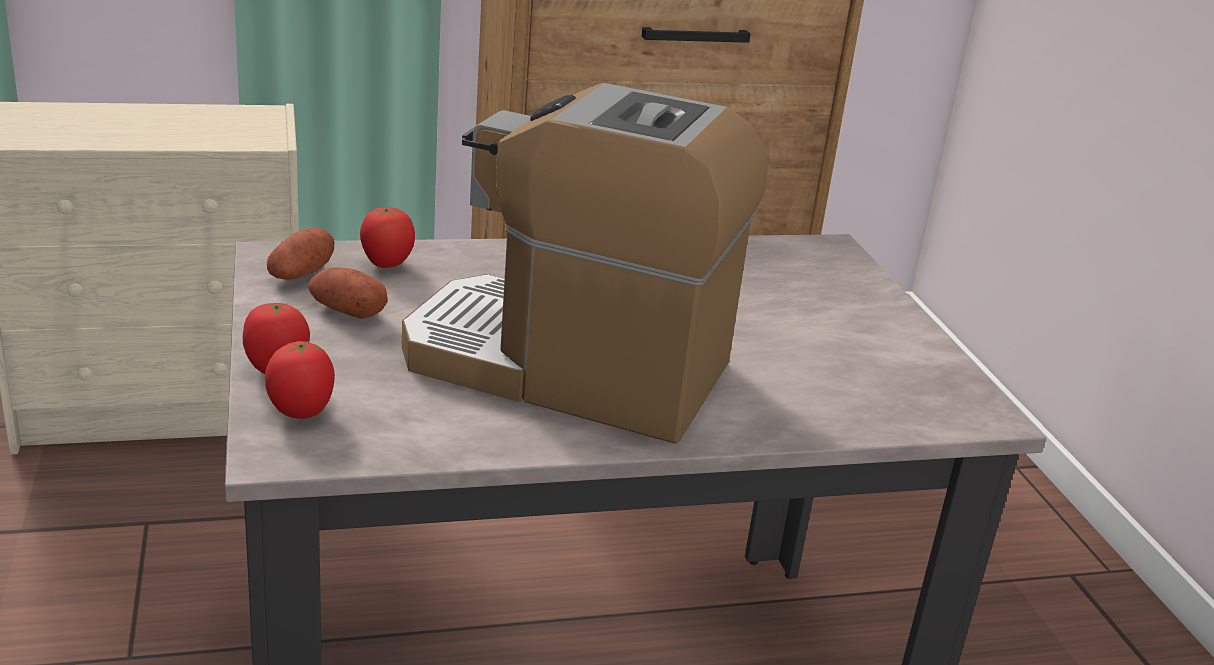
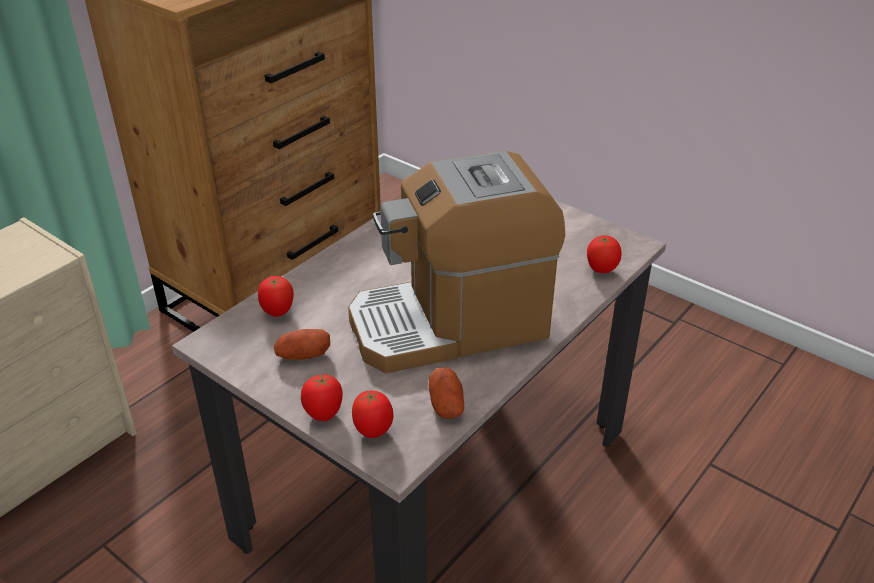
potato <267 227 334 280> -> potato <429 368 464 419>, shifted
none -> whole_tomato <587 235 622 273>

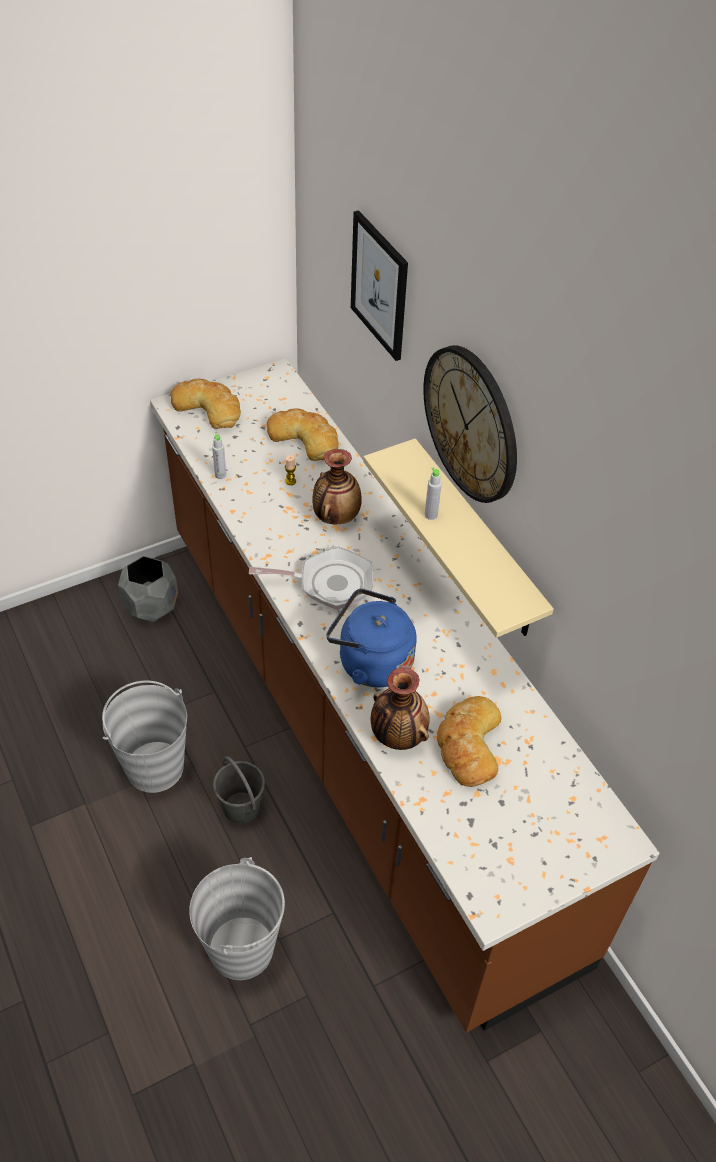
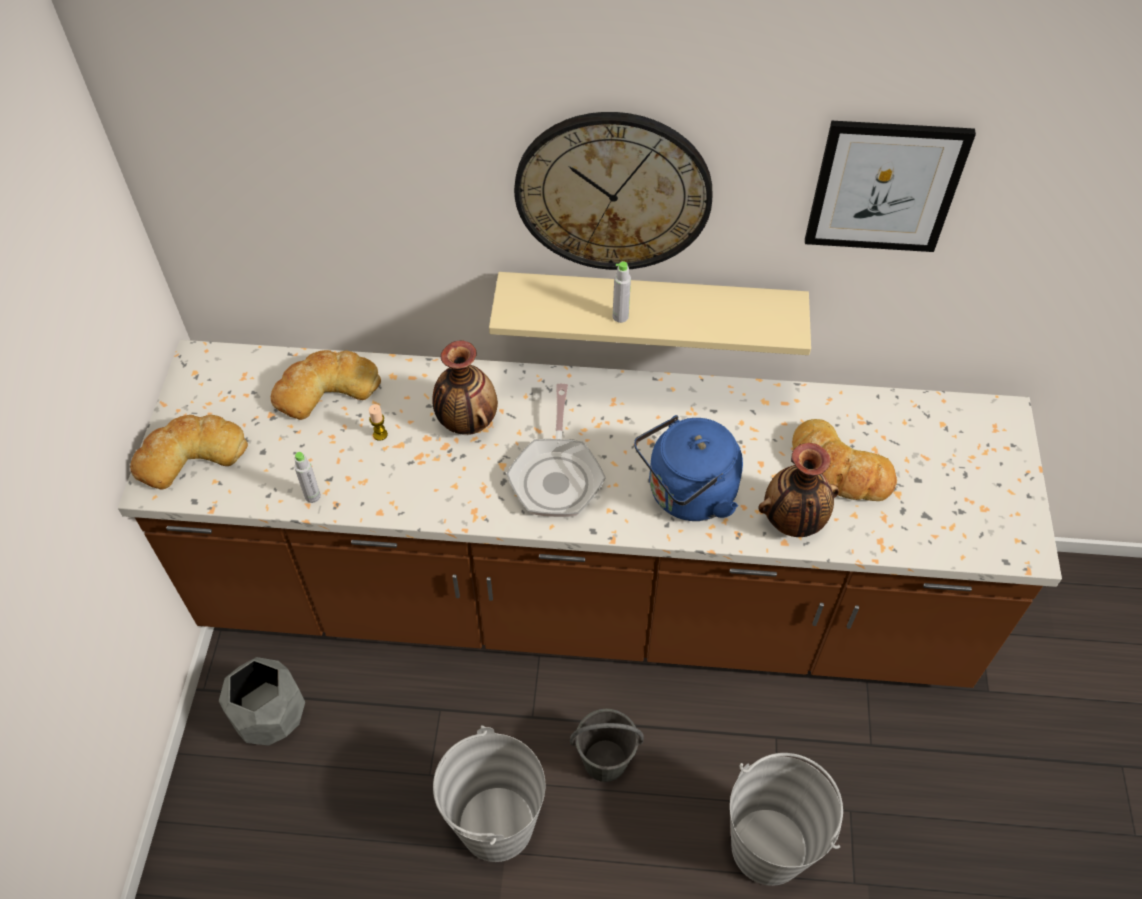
frying_pan <249 547 373 610> -> frying_pan <506 384 606 517>, 150 degrees clockwise
picture <351 210 408 361> -> picture <805 121 976 252>, shifted

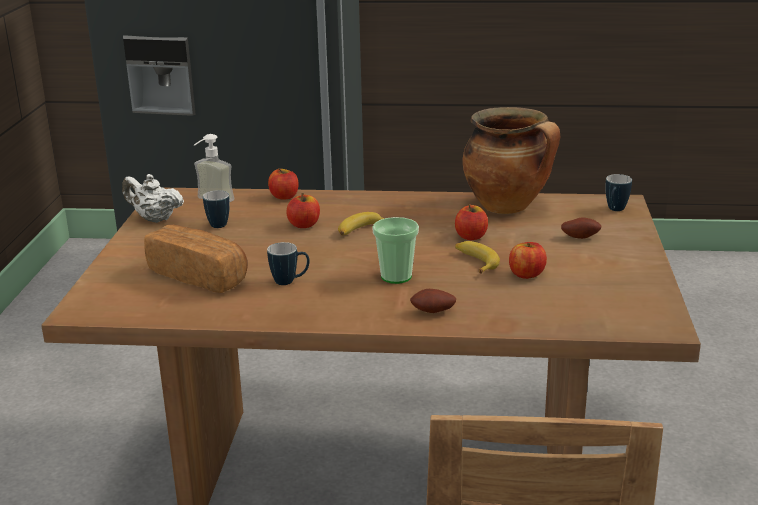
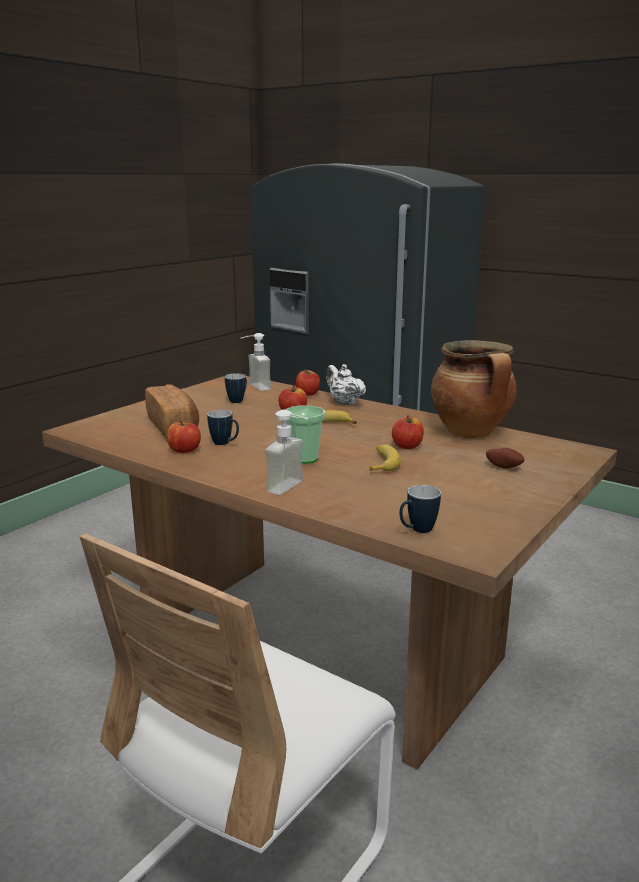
apple_fruit <509 242 547 279> -> apple_fruit <167 421 201 453>, shifted
potato <410 289 456 313> -> soap_dispenser <265 410 308 495>
whitish_teapot <122 174 184 223> -> whitish_teapot <326 364 366 405>, shifted
tea_mug <606 174 632 211> -> tea_mug <399 485 441 533>, shifted

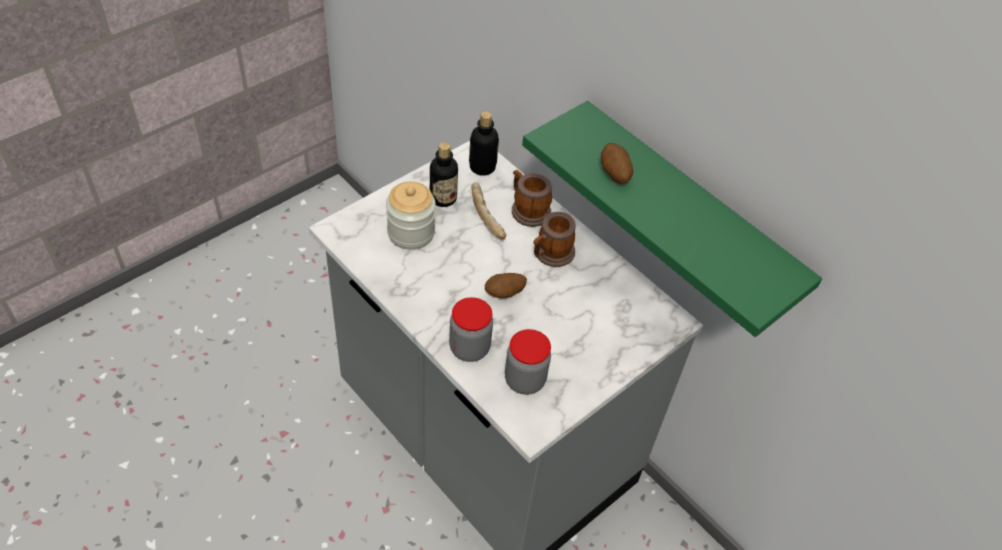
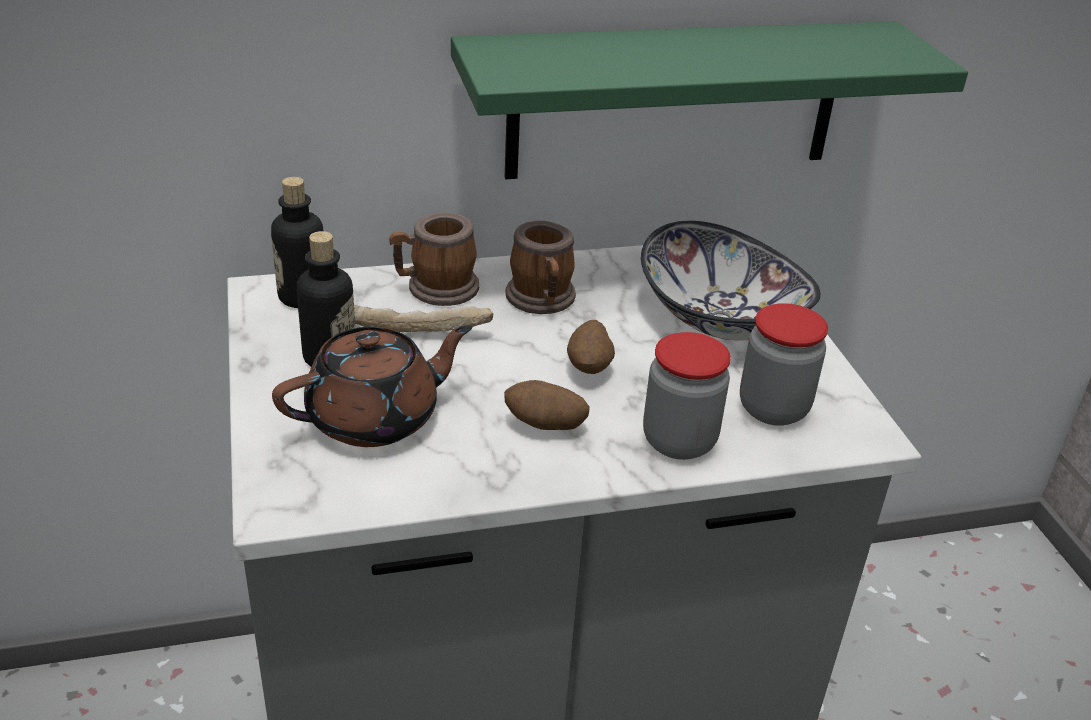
jar <386 182 436 250> -> brownish_teapot <272 325 473 447>
potato <601 143 633 184> -> potato <504 380 590 430>, shifted
none -> bowl <641 221 821 340>

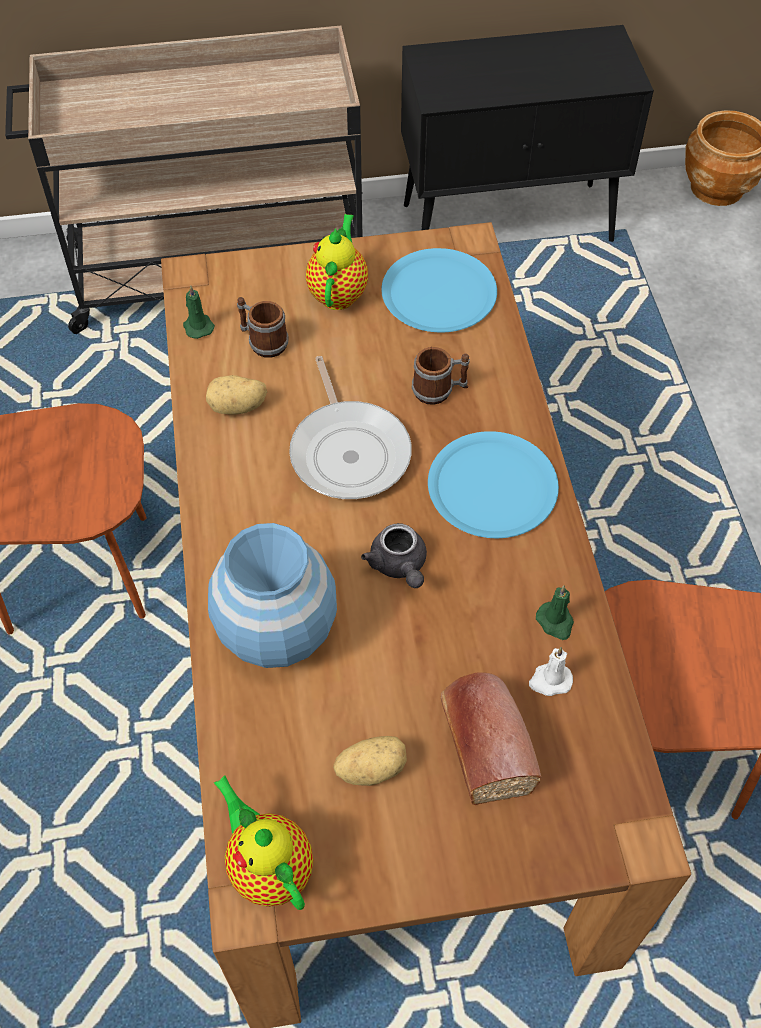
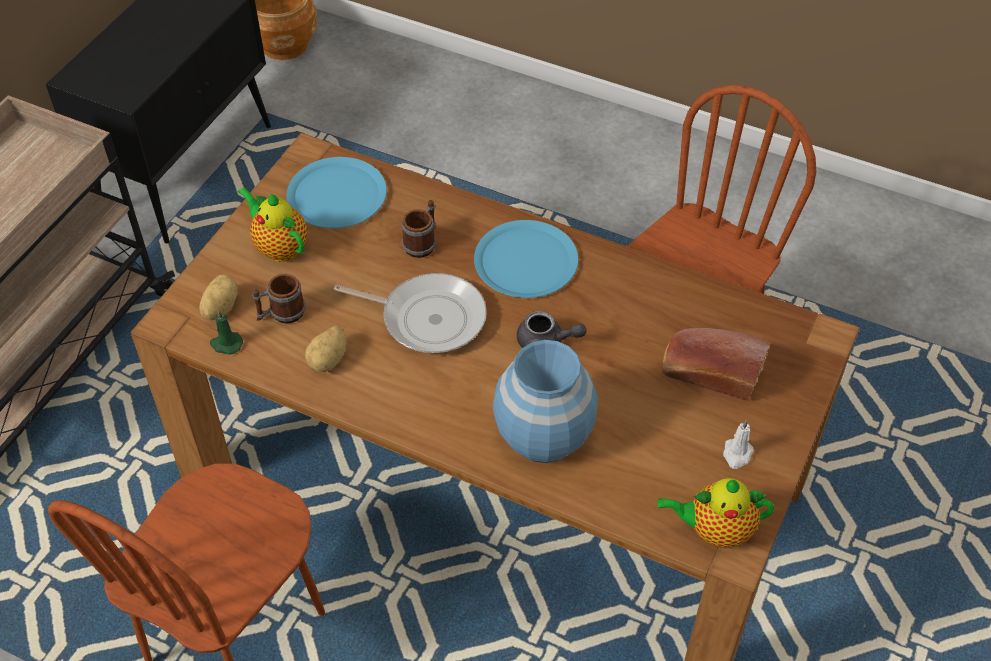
potato <333 736 407 786> -> potato <199 274 238 320>, shifted
whitish_candle <529 647 573 696> -> whitish_candle <723 420 754 469>, shifted
green_candle <536 585 574 640> -> none

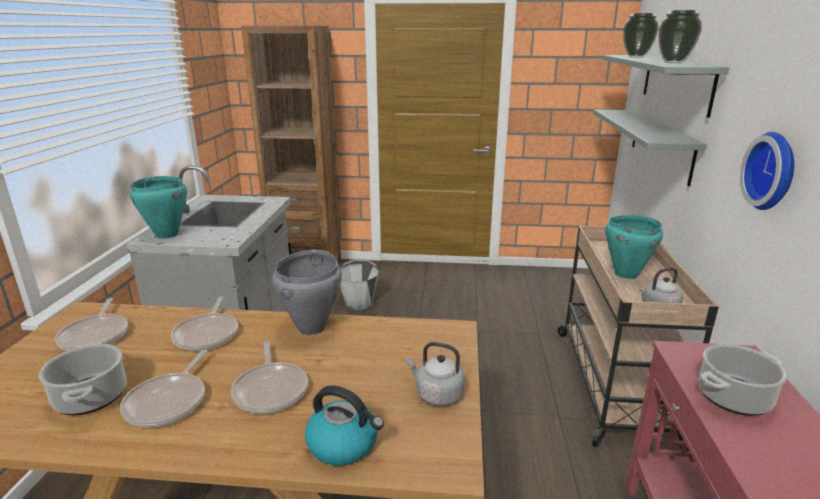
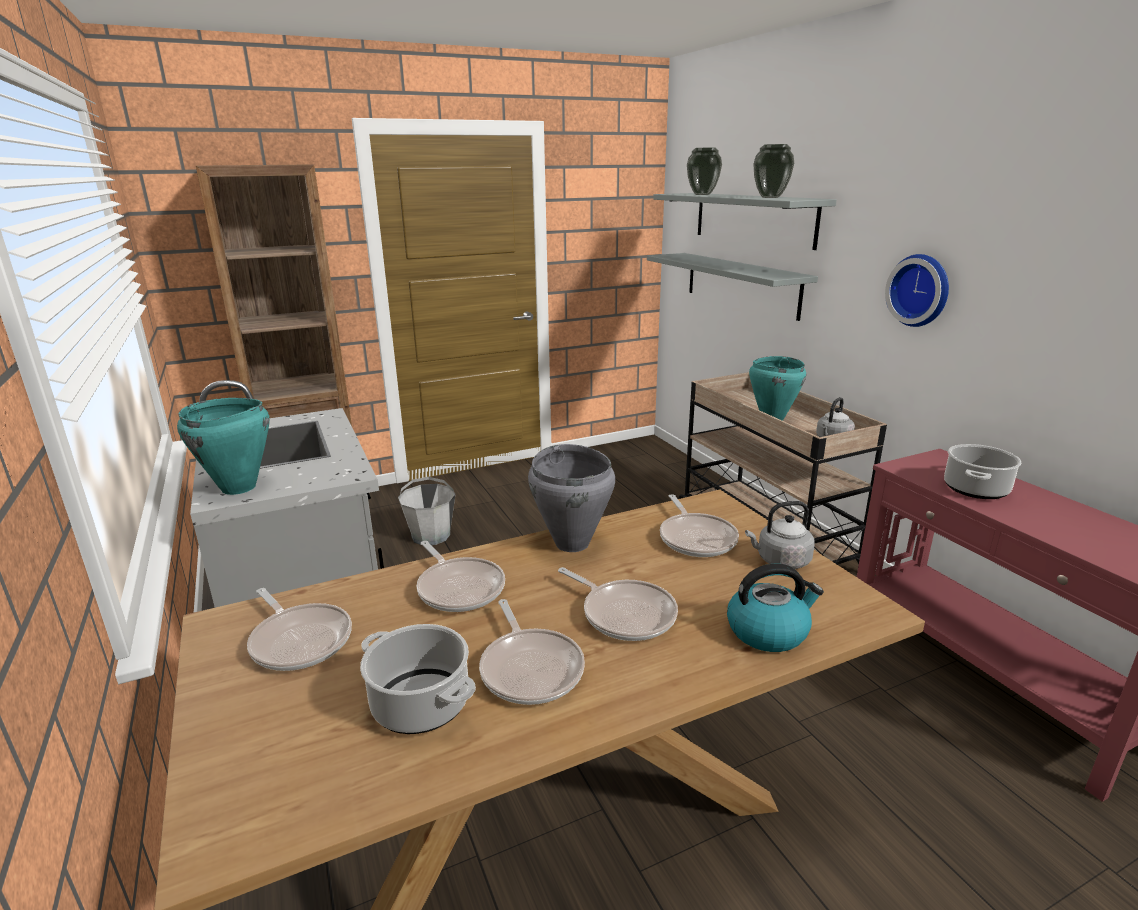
none -> frying_pan <660 494 739 557>

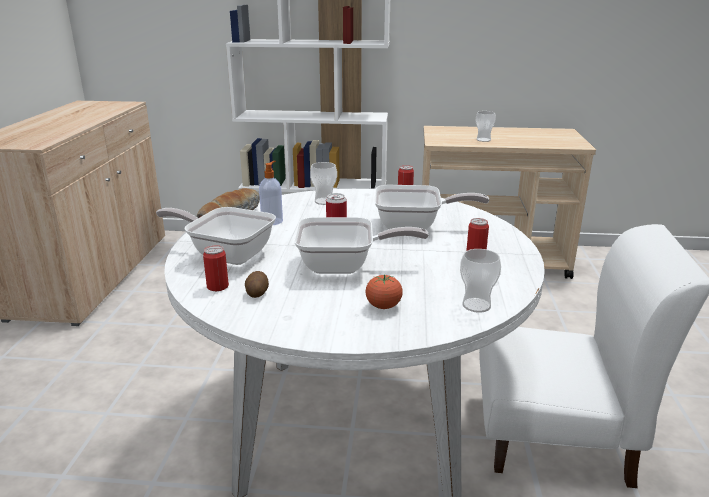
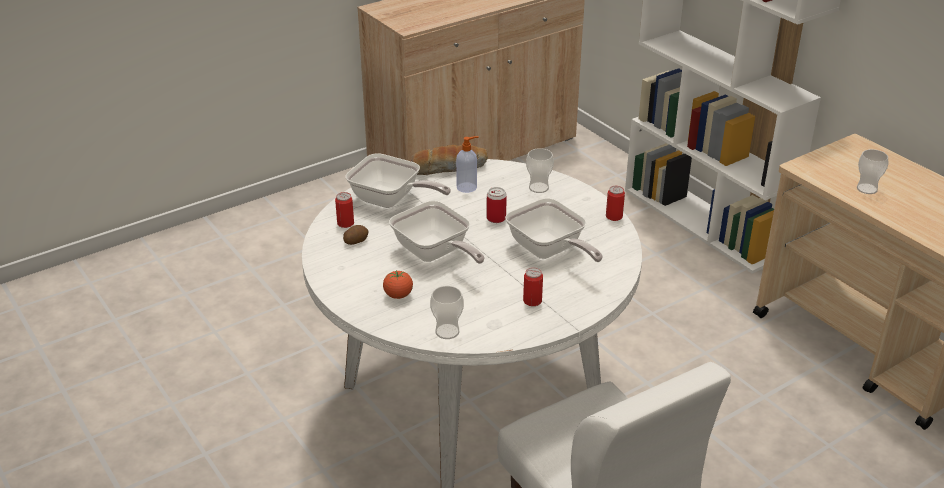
frying_pan <156 207 276 265> -> frying_pan <346 153 451 208>, 135 degrees clockwise

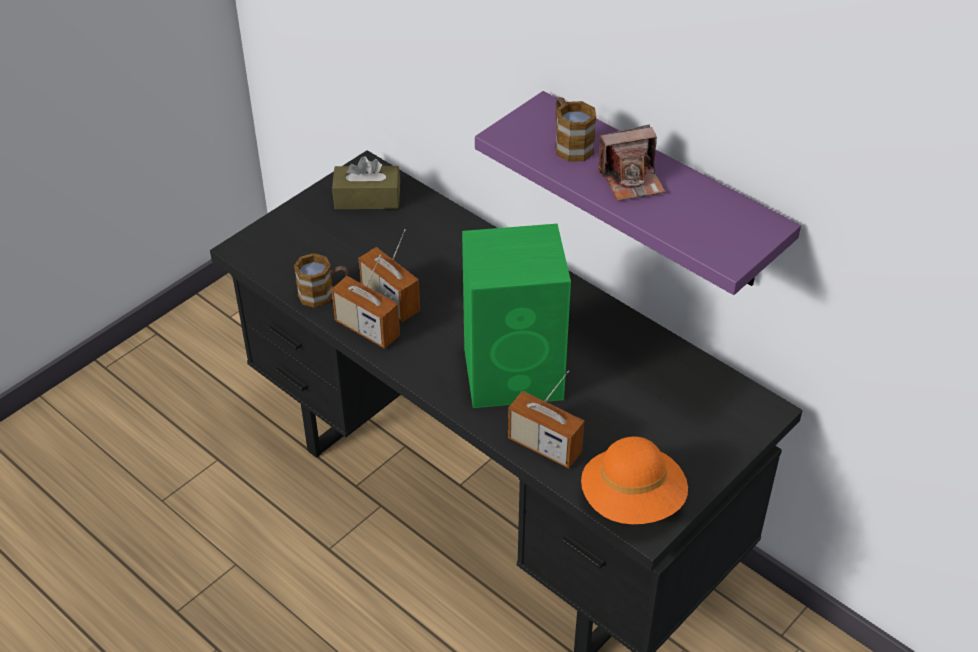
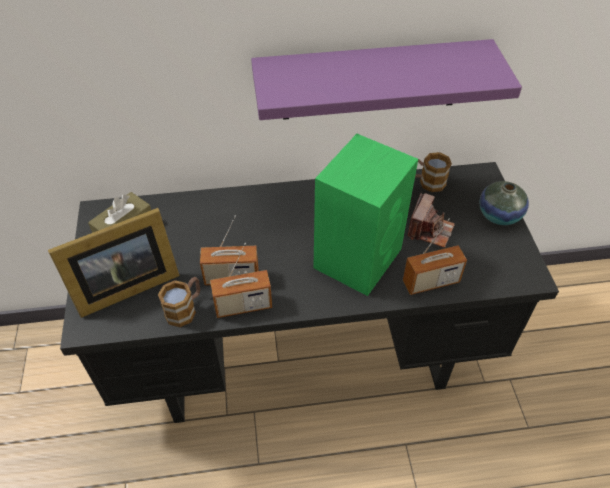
none -> picture_frame <48 208 180 318>
still_camera <598 125 665 201> -> still_camera <408 193 455 248>, shifted
tea_mug <555 97 596 162> -> tea_mug <415 152 452 192>, shifted
none -> decorative_vase <479 181 529 225>
orange_clothing_hat <581 437 688 524> -> none

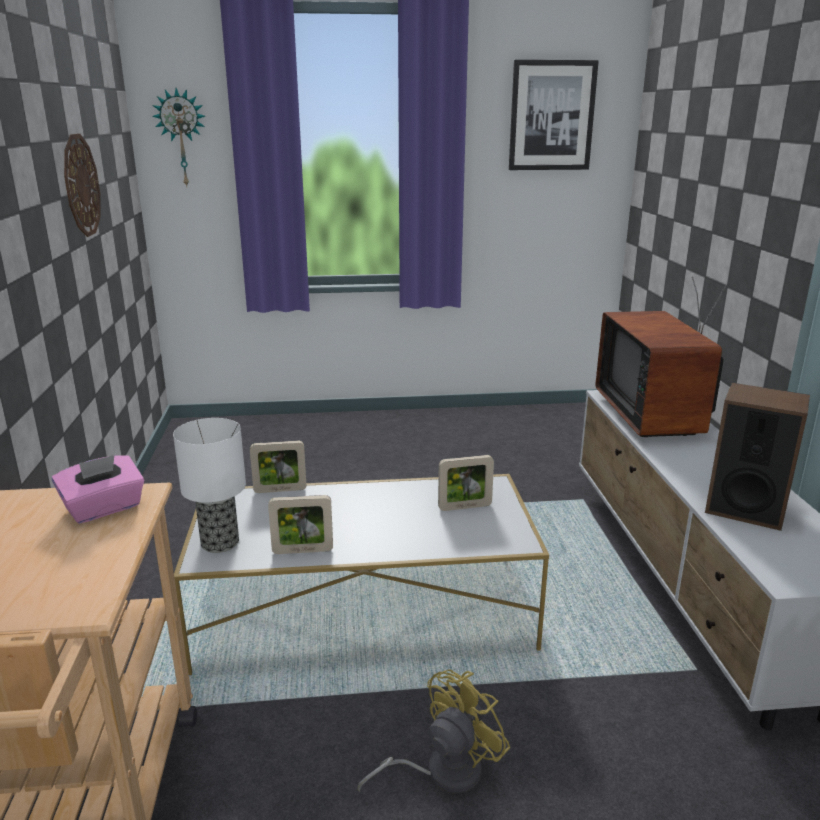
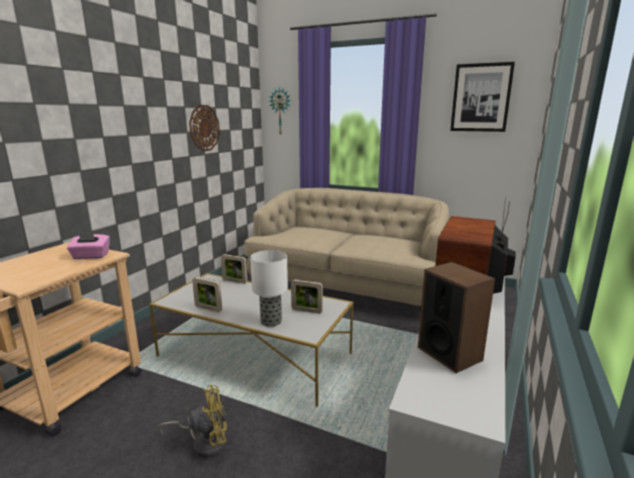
none -> beige_couch <244 188 449 314>
table_lamp <173 418 246 553> -> table_lamp <250 250 288 327>, shifted

